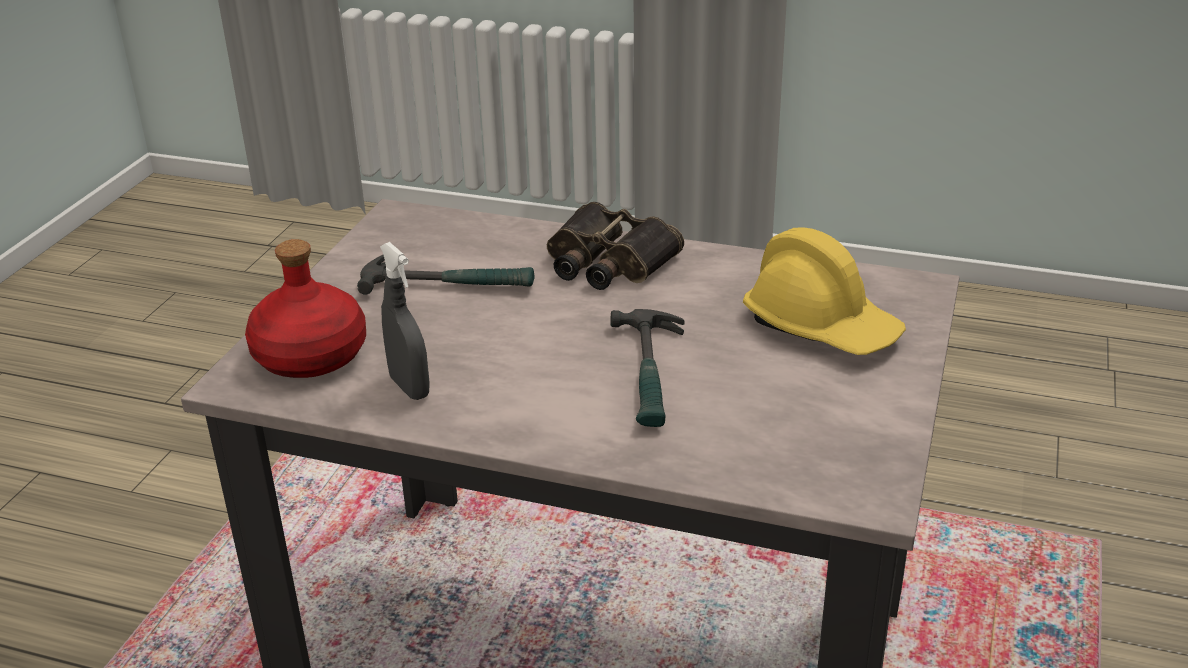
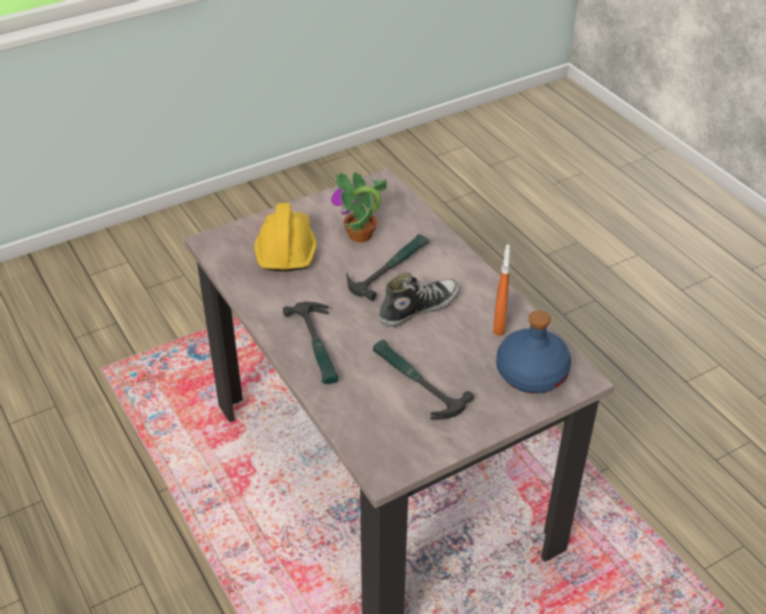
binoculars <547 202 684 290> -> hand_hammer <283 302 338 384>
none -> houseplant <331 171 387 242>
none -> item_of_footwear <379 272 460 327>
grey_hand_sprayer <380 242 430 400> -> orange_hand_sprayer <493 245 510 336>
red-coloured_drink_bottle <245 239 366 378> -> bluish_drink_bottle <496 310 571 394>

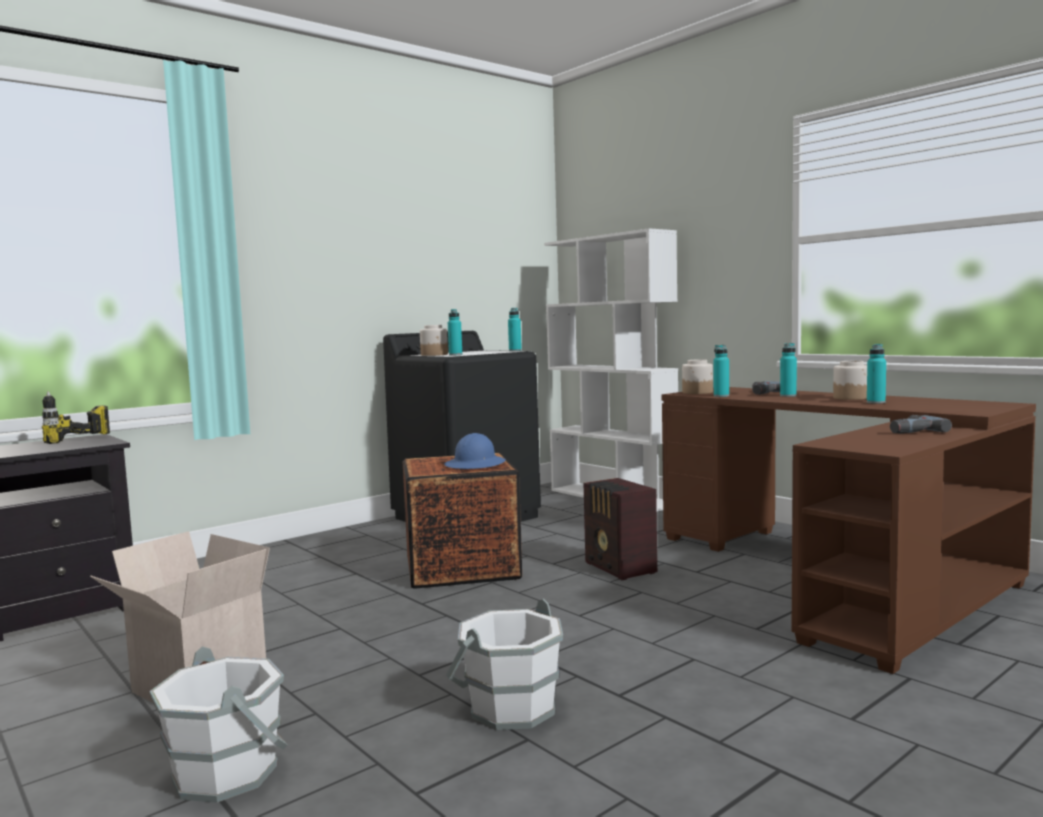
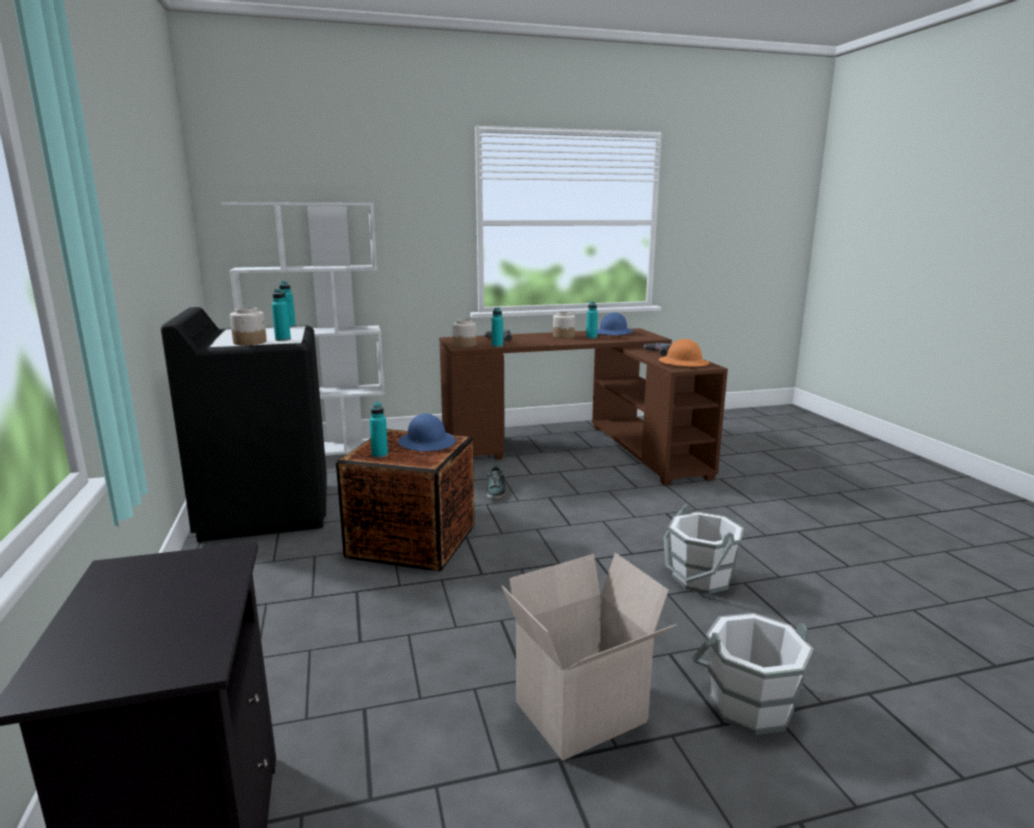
turquoise-coloured_drink_bottle <780 343 797 397> -> turquoise-coloured_drink_bottle <370 402 388 458>, shifted
radio_receiver <584 478 657 580> -> item_of_footwear <487 465 506 500>
none -> bluish_safety_helmet <597 312 634 335>
none -> orange_safety_helmet <659 339 710 367>
drill <42 391 110 444> -> none

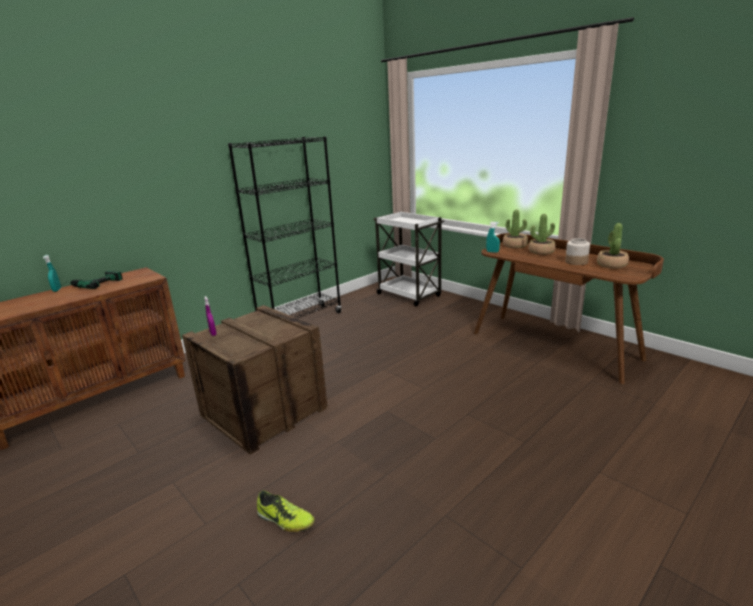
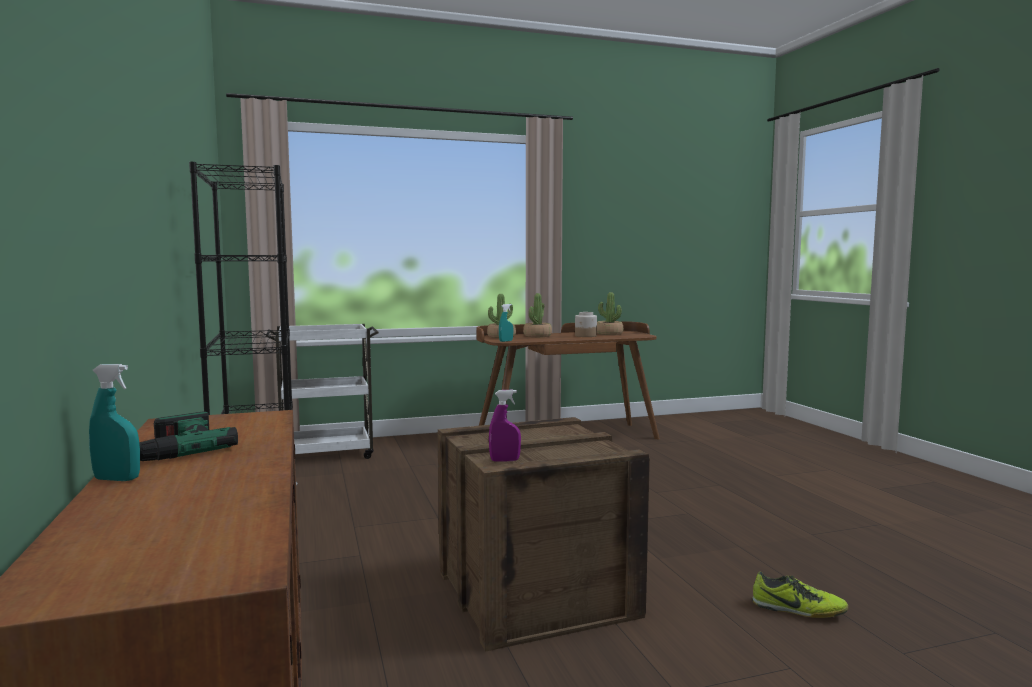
item_of_footwear <257 490 315 532> -> item_of_footwear <752 572 848 618>, 60 degrees clockwise

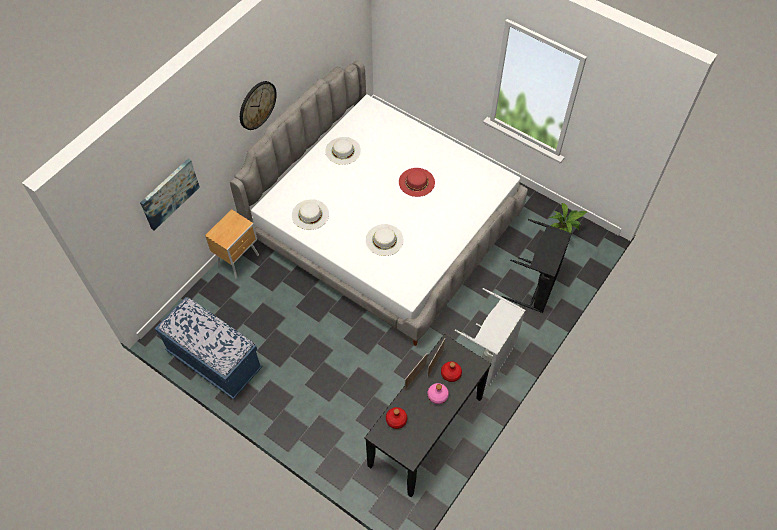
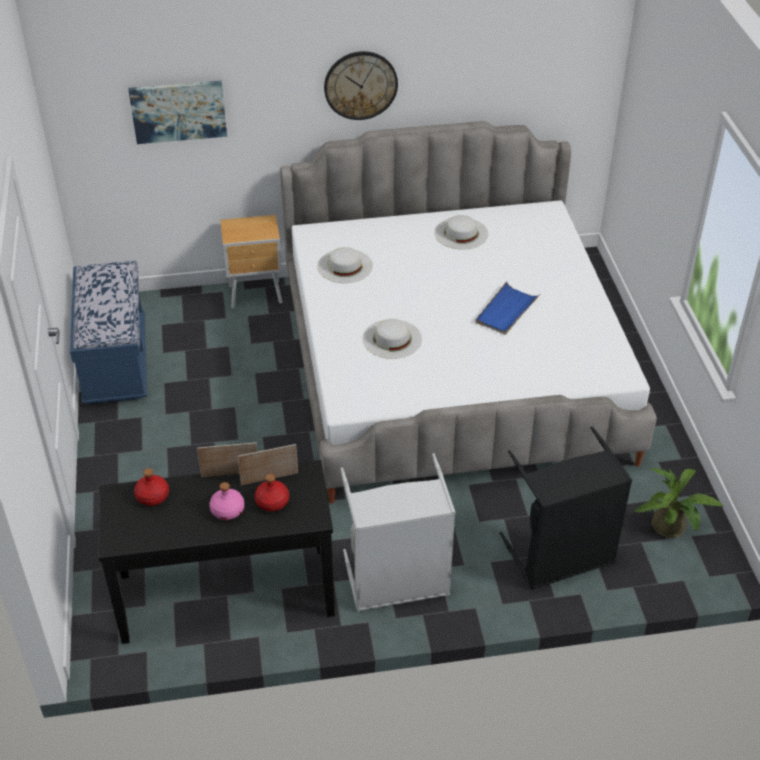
red-coloured_clothing_hat <399 168 435 197> -> bluish_serving_tray <475 281 540 335>

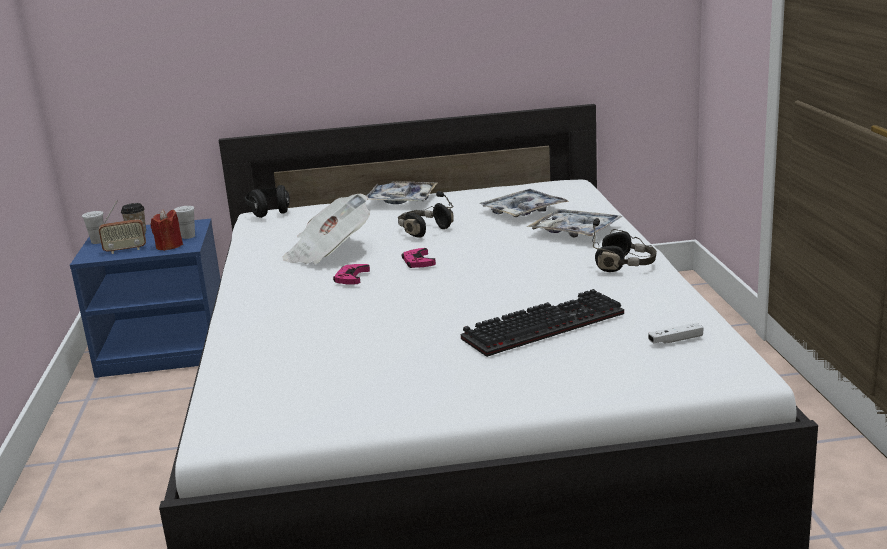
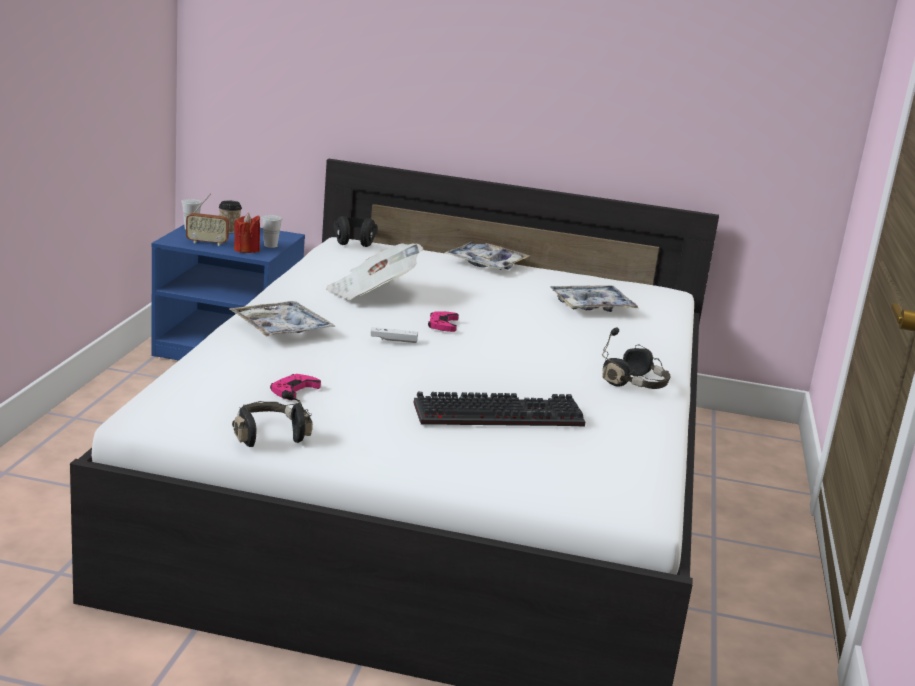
serving_tray <527 209 623 238> -> serving_tray <230 301 336 337>, shifted
black-coloured_headset <398 191 454 238> -> black-coloured_headset <232 390 313 447>, shifted
pink_gamepad <333 264 370 285> -> pink_gamepad <270 374 321 400>, shifted
whitish_gamepad <648 323 704 344> -> whitish_gamepad <370 327 418 343>, shifted

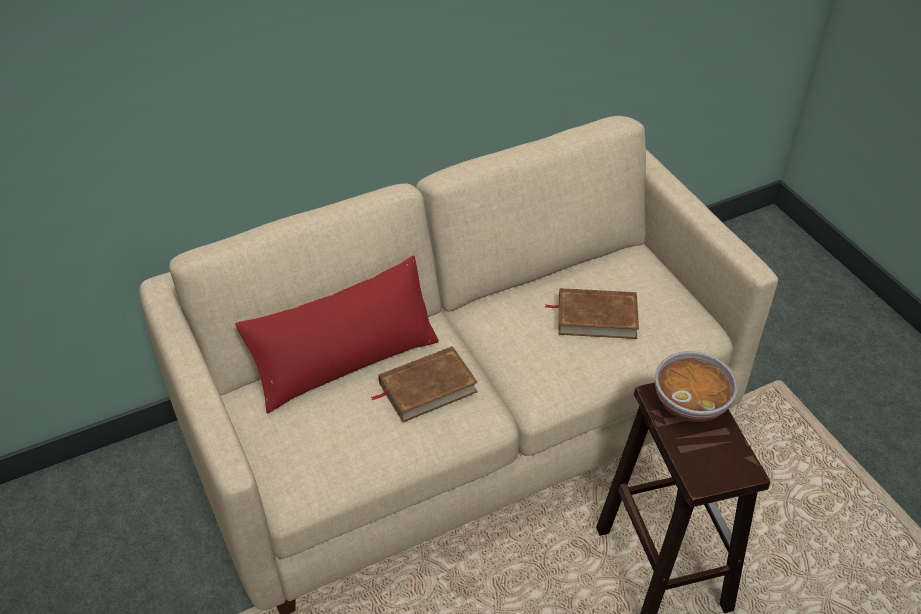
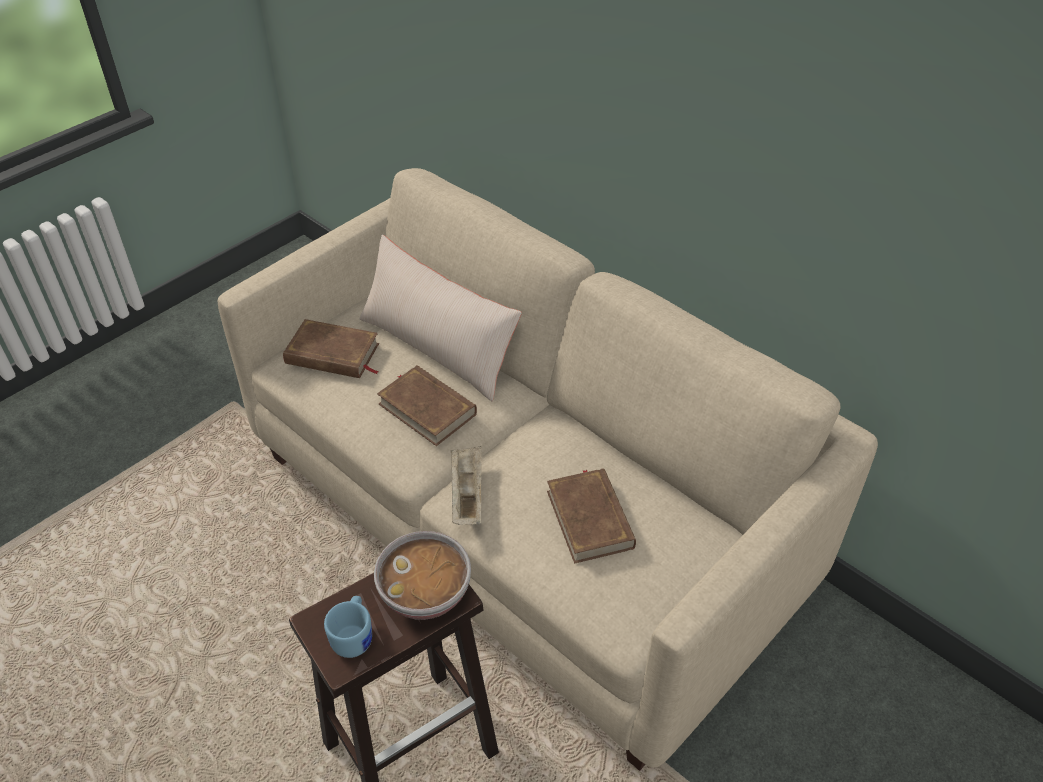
none -> brownish_volume <283 319 379 378>
none -> bluish_tea_mug <324 596 372 658>
red-coloured_pillow <235 255 439 414> -> beige_pillow <359 235 522 401>
none -> beige_serving_tray <451 446 482 525>

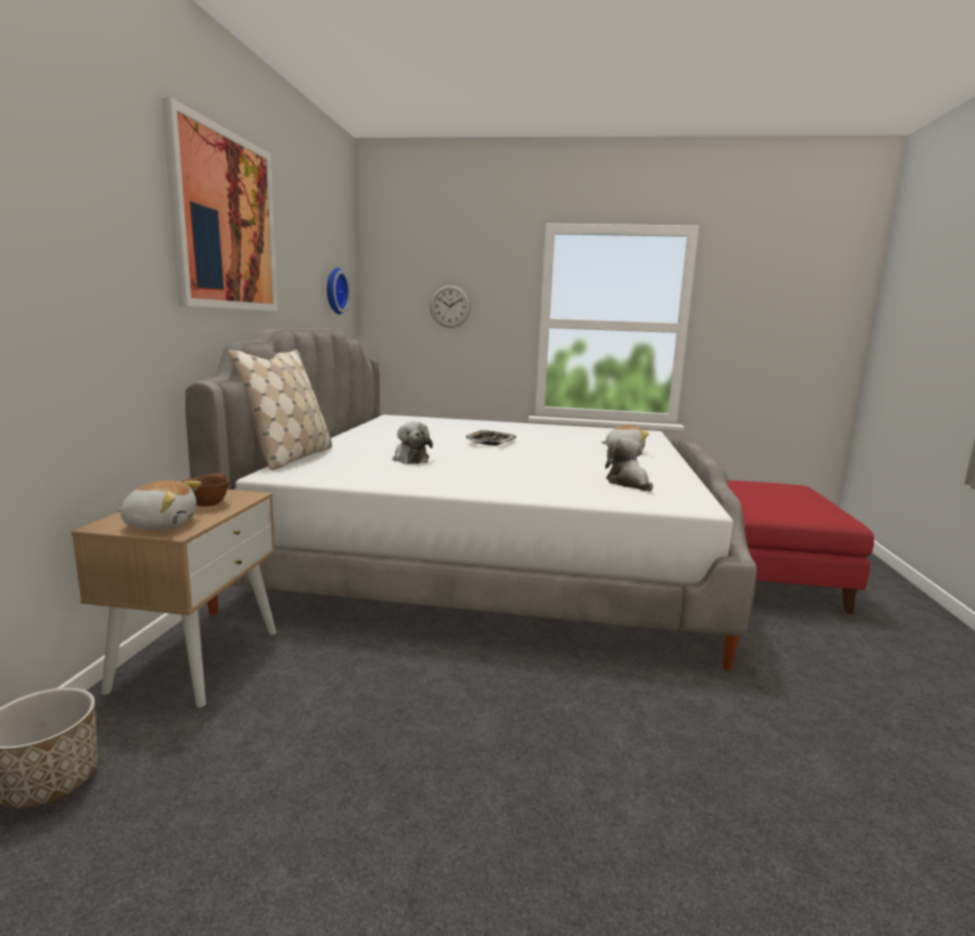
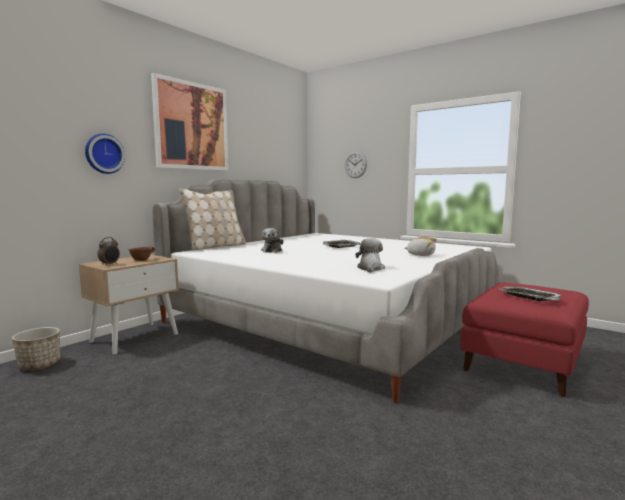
clock_on_the_wall <327 268 350 315> -> clock_on_the_wall <85 133 125 174>, shifted
soft_toy <117 480 201 530> -> table_clock <98 237 120 266>
none -> serving_tray <499 286 561 301>

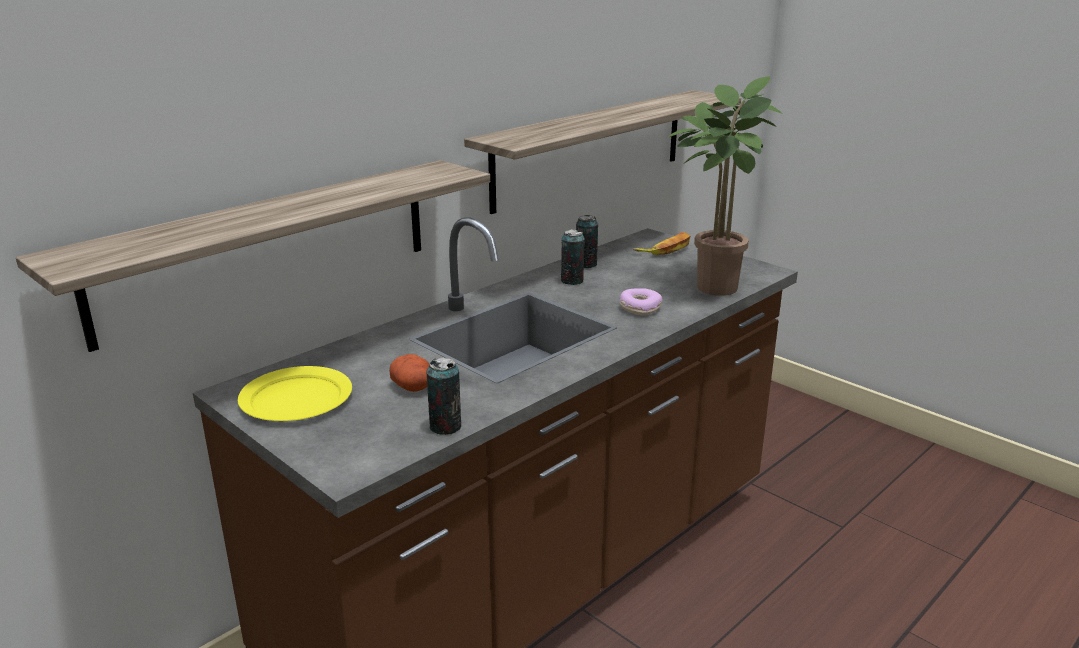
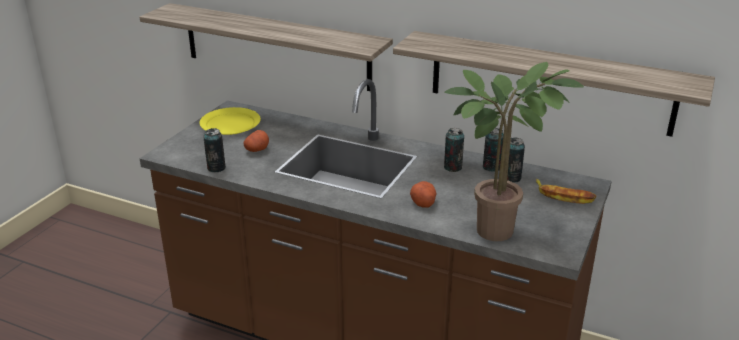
doughnut <619 288 662 315> -> potato <410 181 437 208>
none -> can <507 137 525 183>

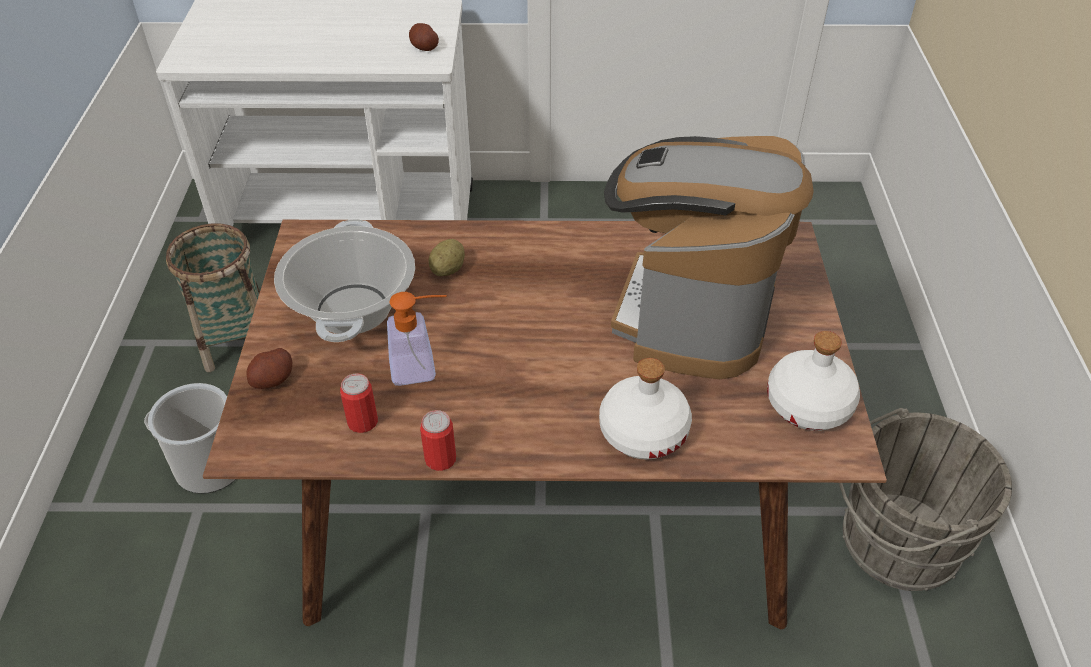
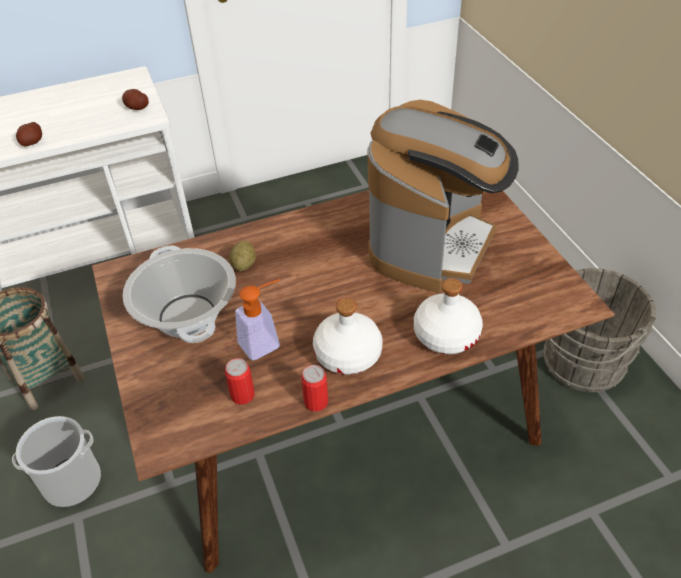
potato <246 348 292 389> -> potato <16 122 42 146>, shifted
whitish_drink_bottle <767 331 860 431> -> whitish_drink_bottle <313 298 383 375>, shifted
coffee_brewer <604 136 814 379> -> coffee_brewer <368 100 519 293>, 150 degrees counterclockwise

